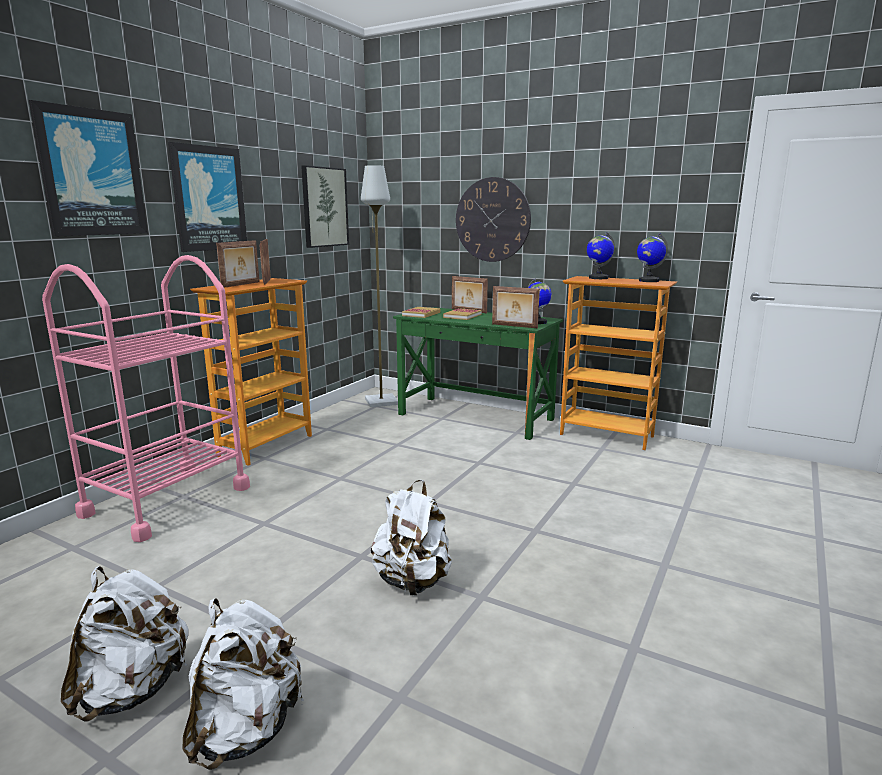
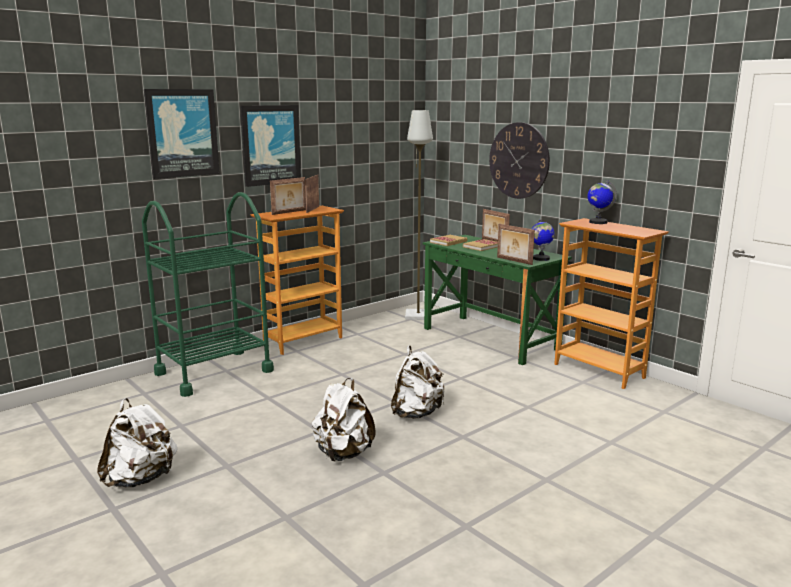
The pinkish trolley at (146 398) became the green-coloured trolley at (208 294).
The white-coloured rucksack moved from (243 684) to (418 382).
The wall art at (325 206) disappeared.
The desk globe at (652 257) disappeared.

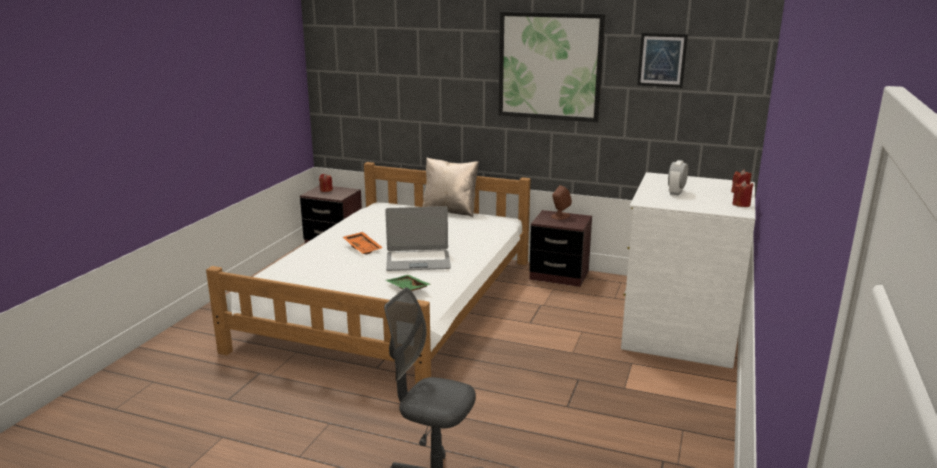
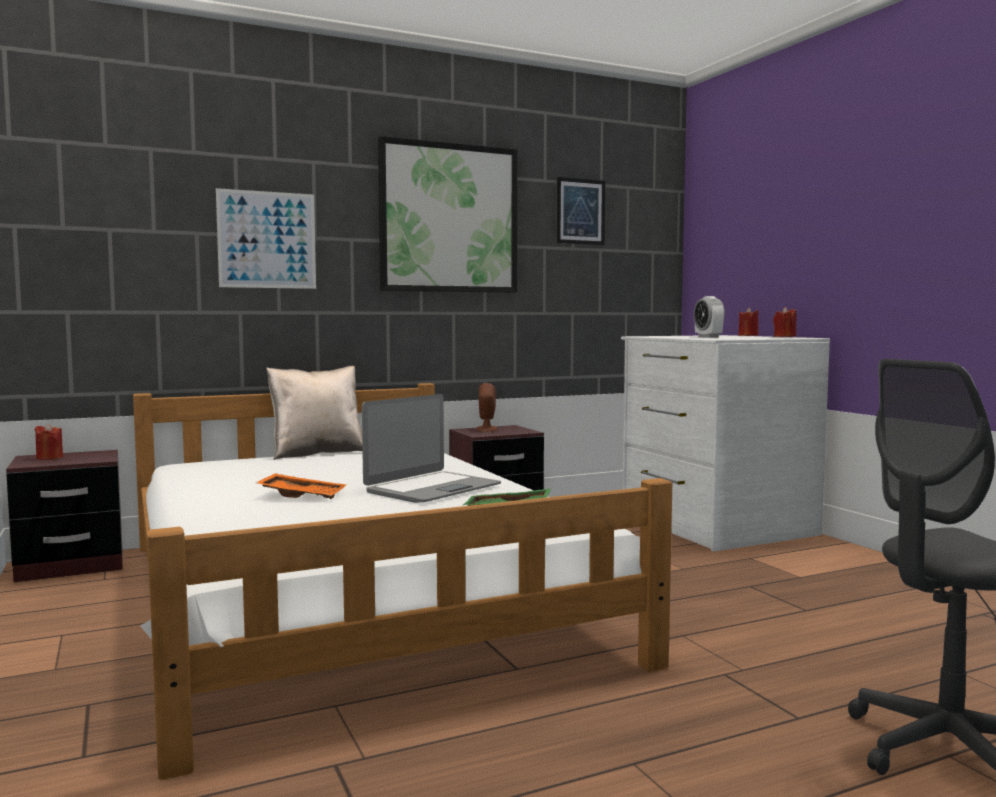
The wall art at (266 238) appeared.

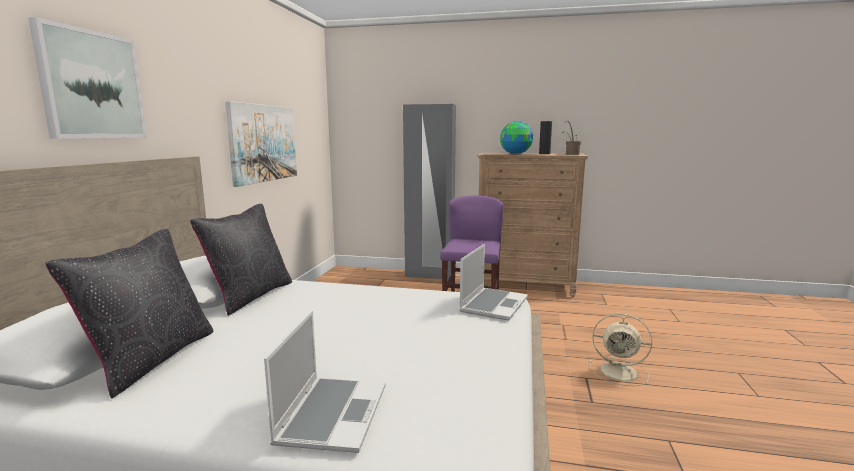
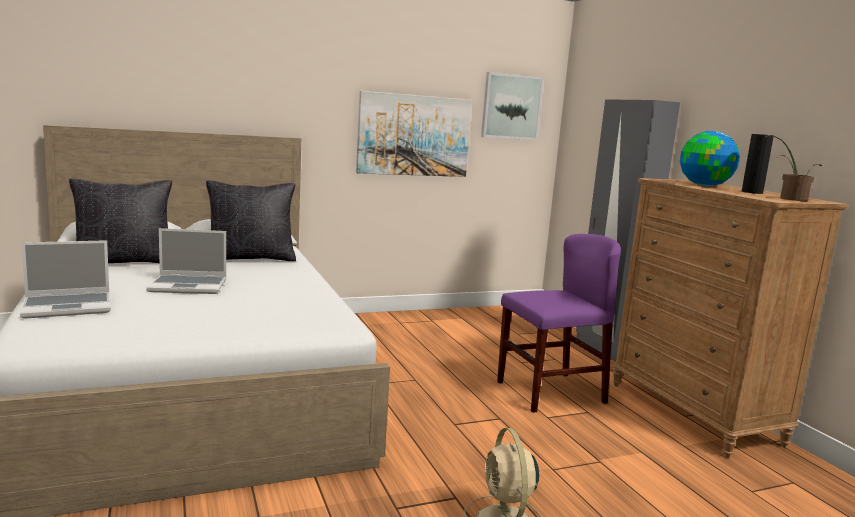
The wall art moved from (87 78) to (512 106).
The laptop moved from (493 282) to (186 261).

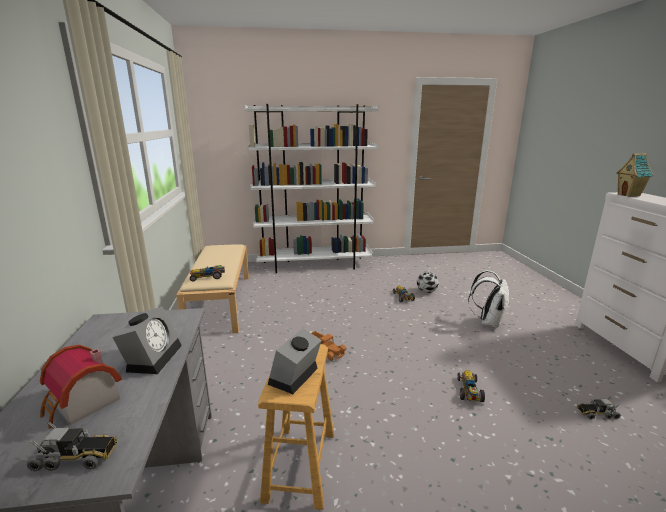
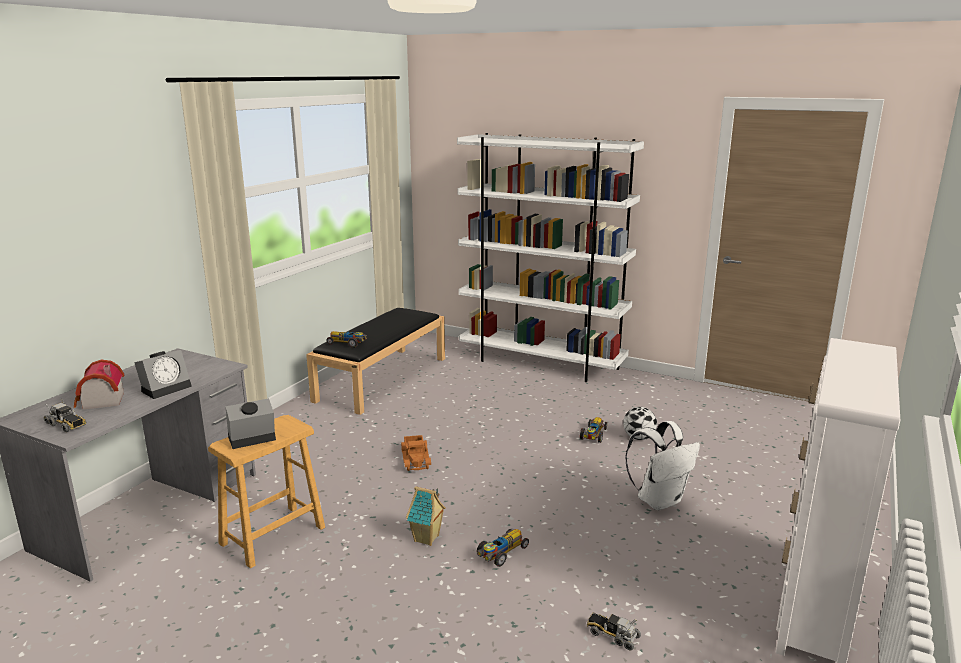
The beige bench at (212 288) became the black-coloured bench at (375 361).
The toy house moved from (635 175) to (426 516).

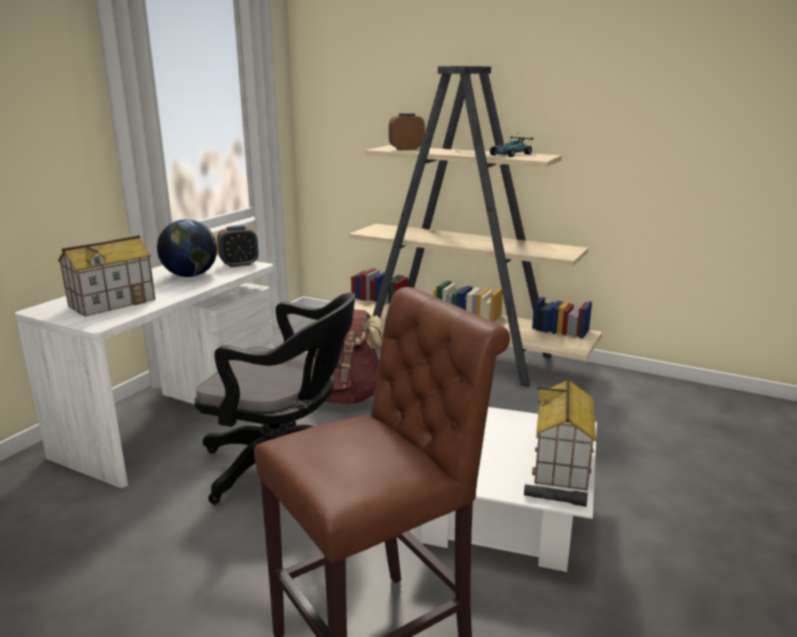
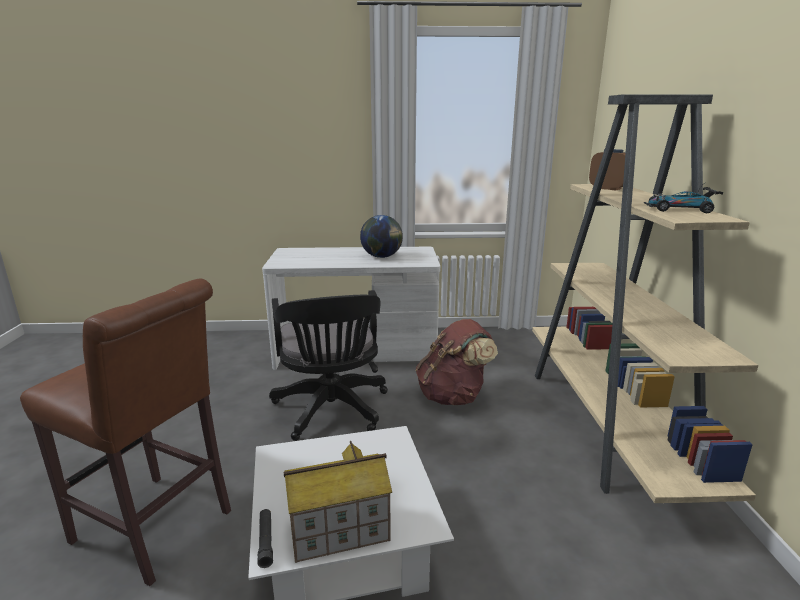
The toy house at (107 276) disappeared.
The alarm clock at (237 246) disappeared.

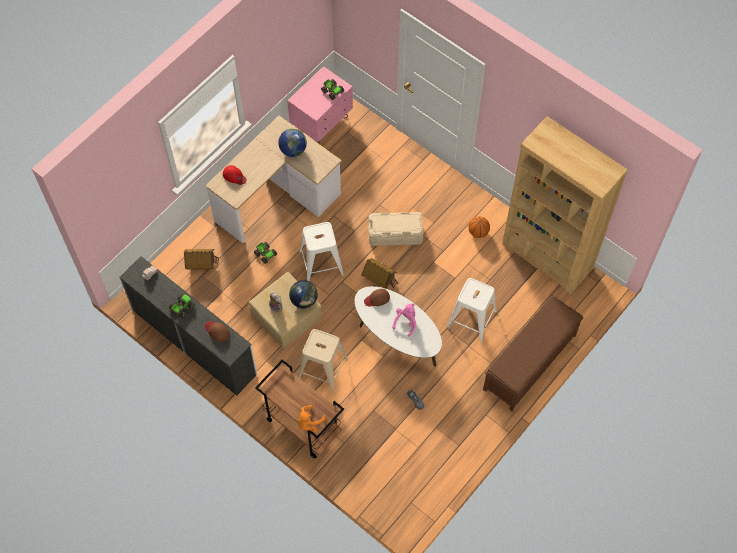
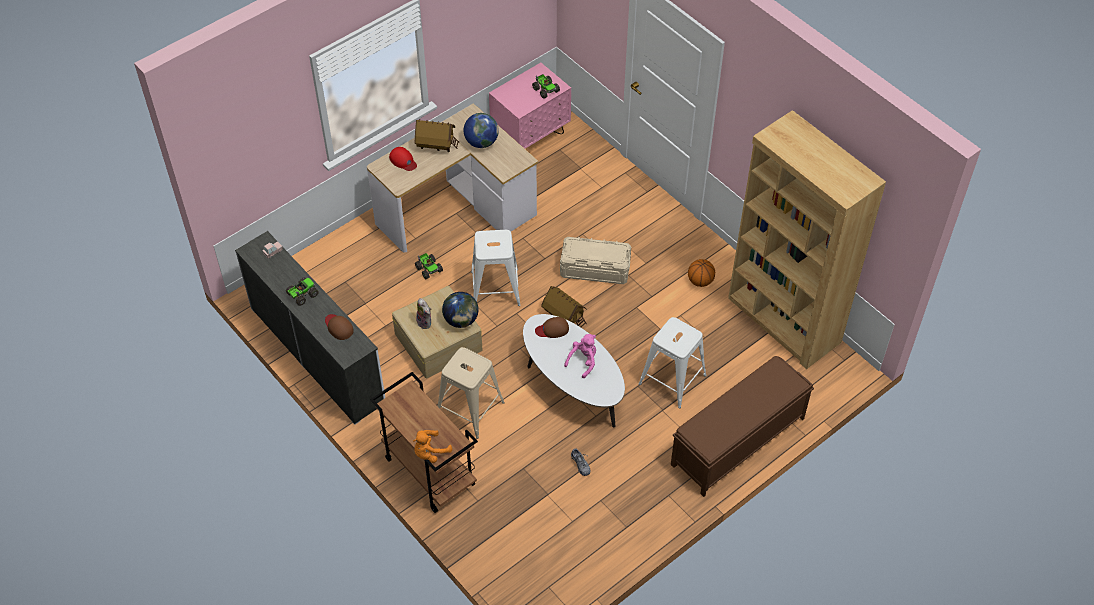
The toy house moved from (201 259) to (437 135).

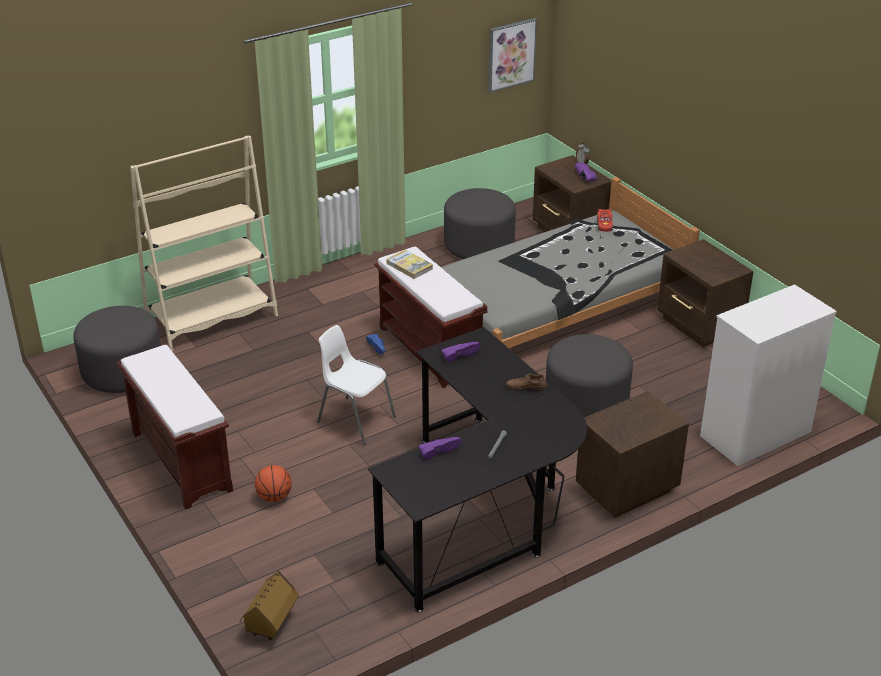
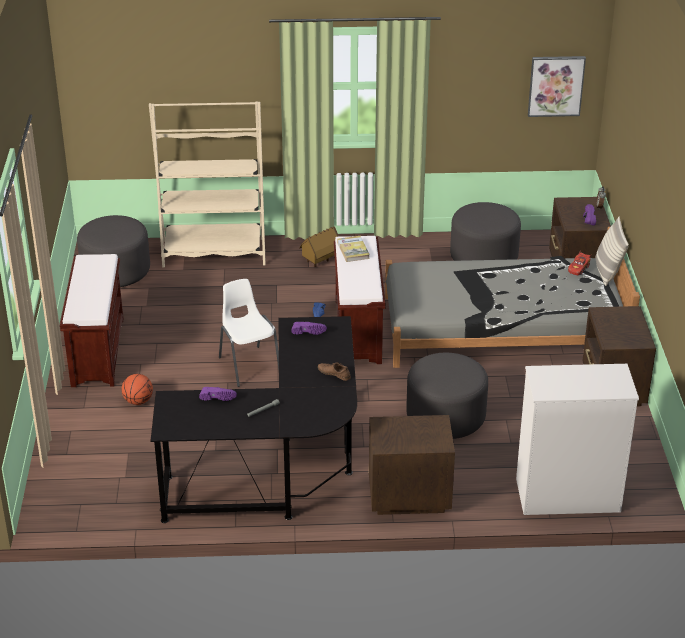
The toy house moved from (269 605) to (319 246).
The pillow at (612 251) appeared.

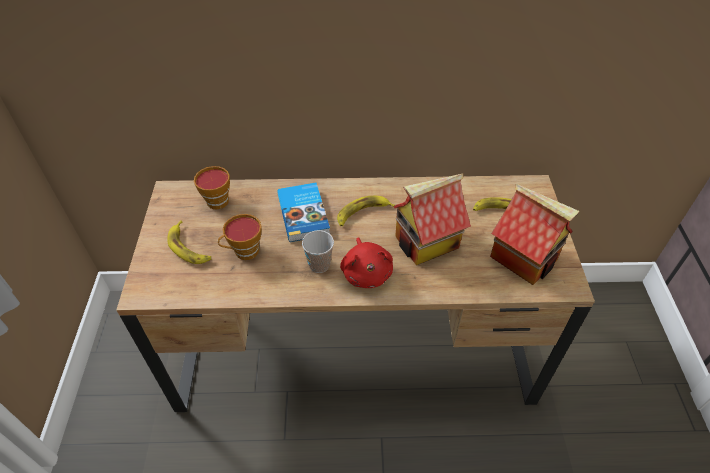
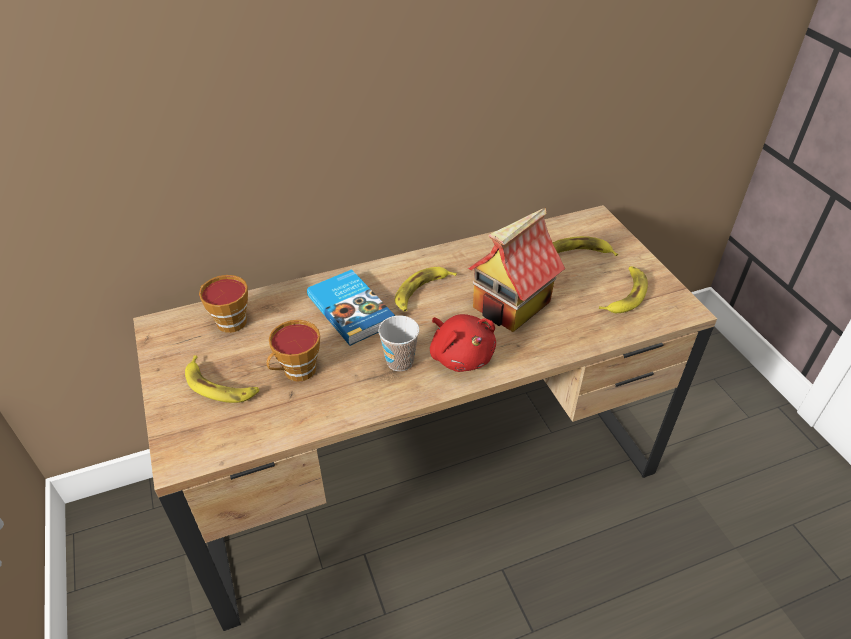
The toy house at (534 234) was replaced by the whole banana at (623 289).

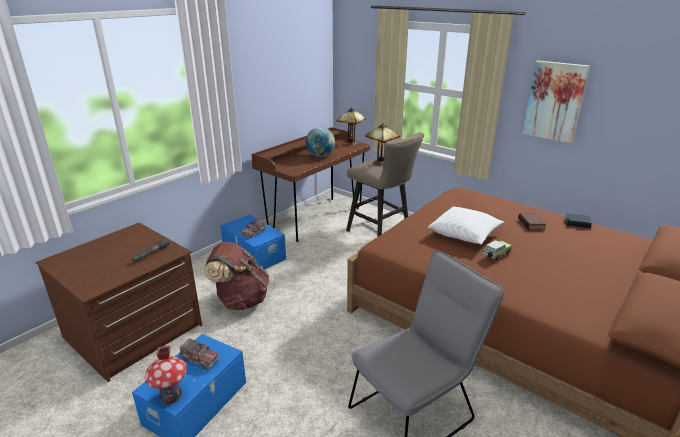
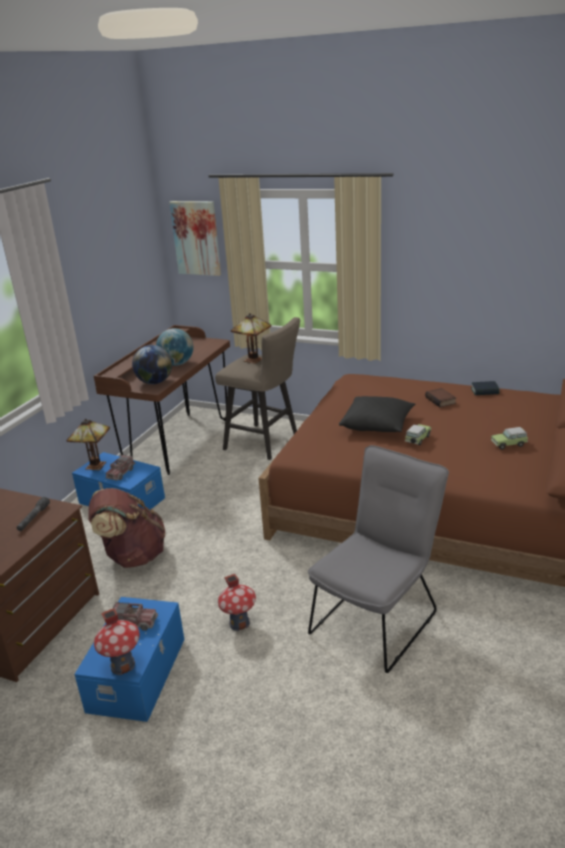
The lamp for a table moved from (351 127) to (88 444).
The white-coloured pillow at (466 225) became the black-coloured pillow at (377 414).
The wall art moved from (556 101) to (195 238).
The desk globe at (152 364) appeared.
The toy house at (237 602) appeared.
The model car at (509 438) appeared.

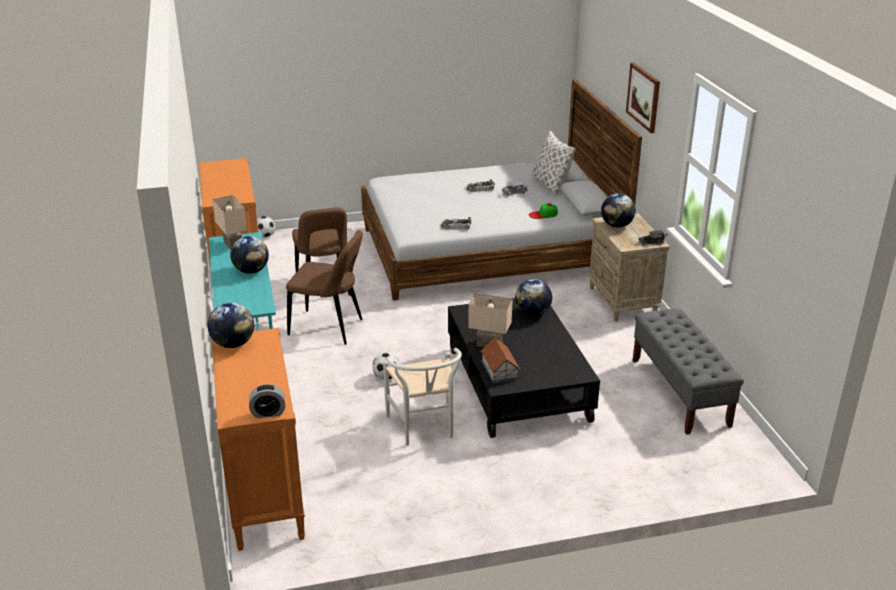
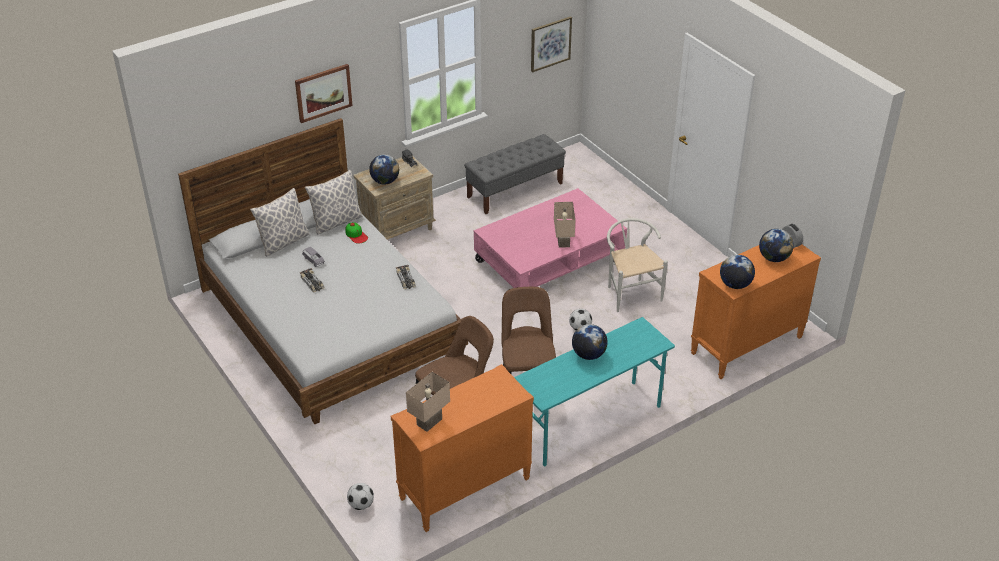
The beige lamp for a table moved from (229 222) to (428 402).
The white-coloured upright chair at (422 397) turned 75 degrees counterclockwise.
The black-coloured lounge table at (524 368) became the pinkish lounge table at (550 238).
The toy house at (500 360) disappeared.
The desk globe moved from (533 297) to (776 245).
The pillow at (334 202) appeared.
The wall art at (551 44) appeared.

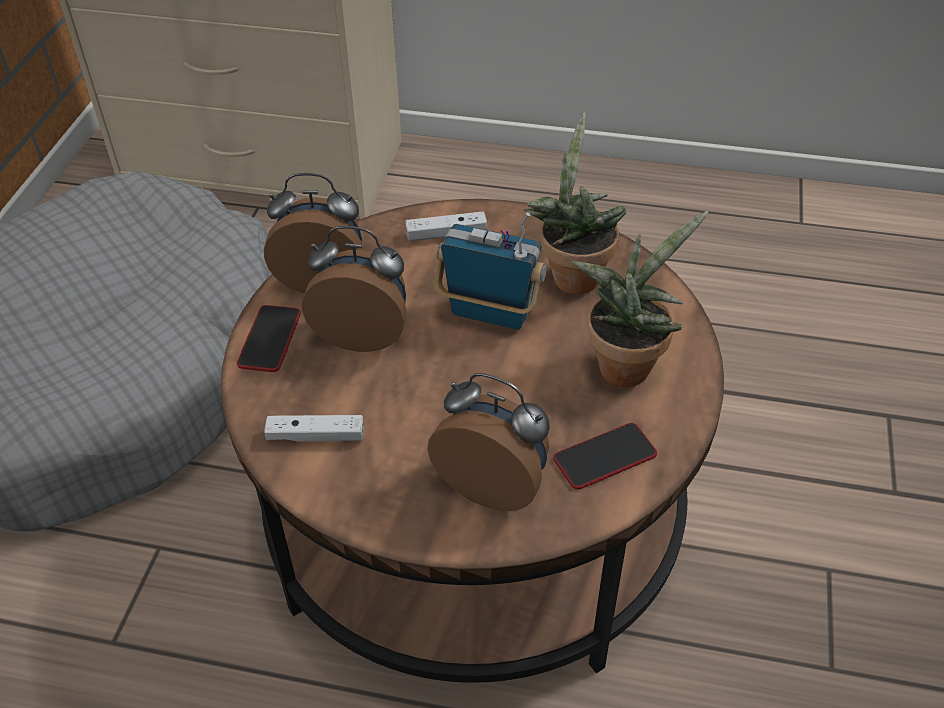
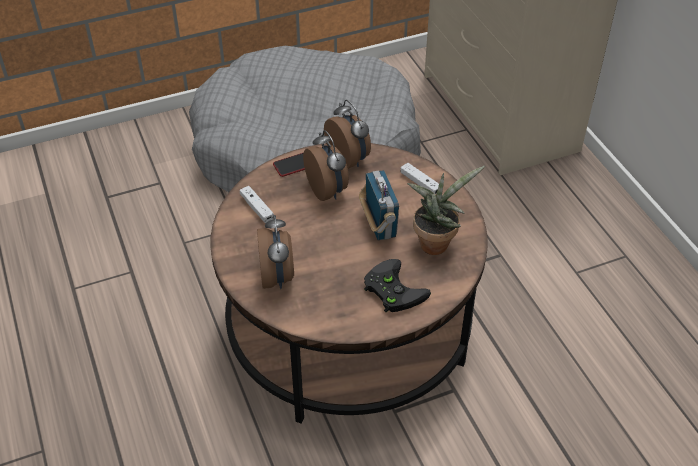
The telephone at (605 456) disappeared.
The potted plant at (640 299) was replaced by the black-coloured gamepad at (397 285).

